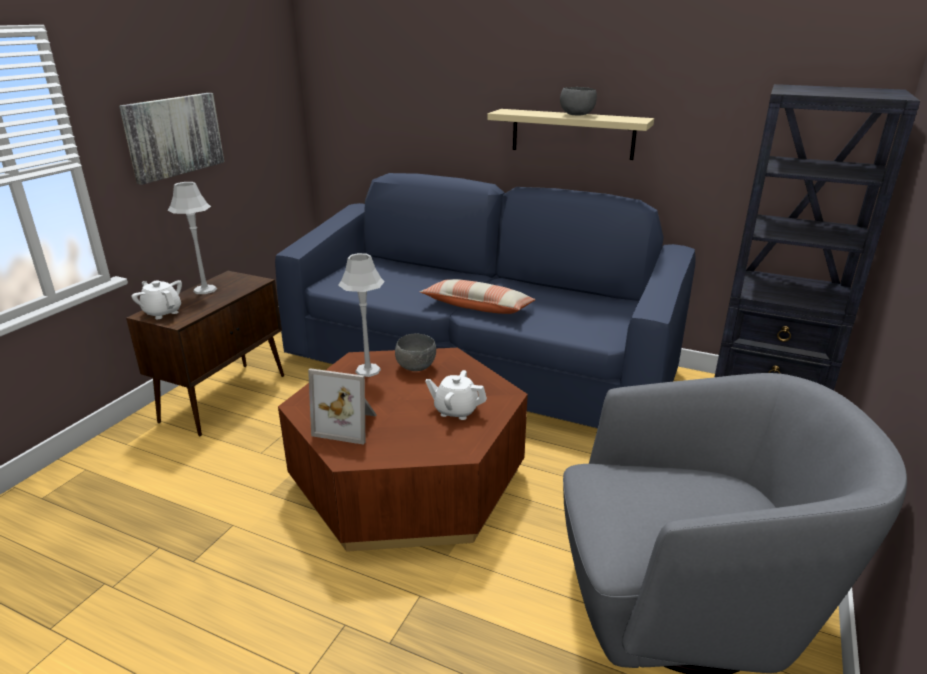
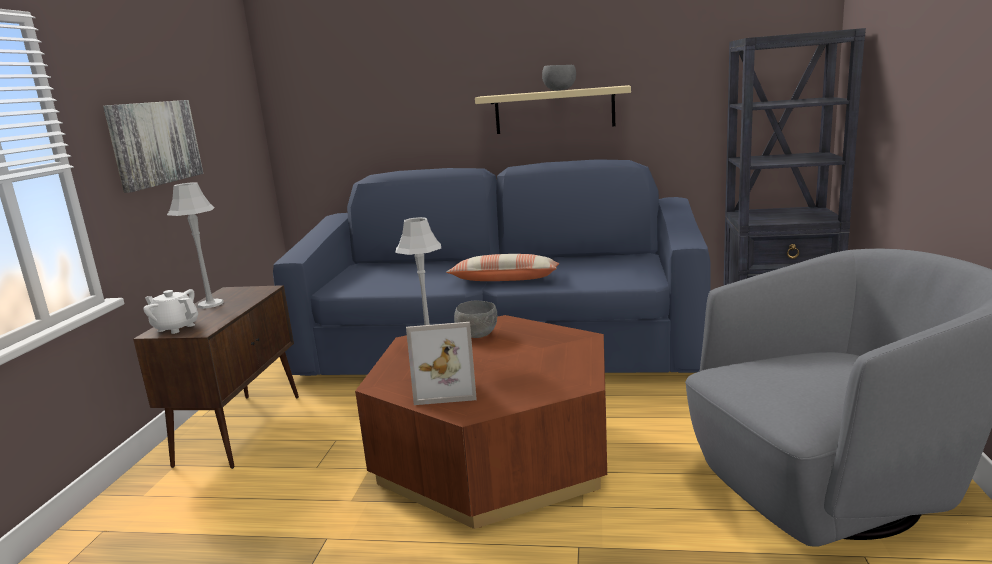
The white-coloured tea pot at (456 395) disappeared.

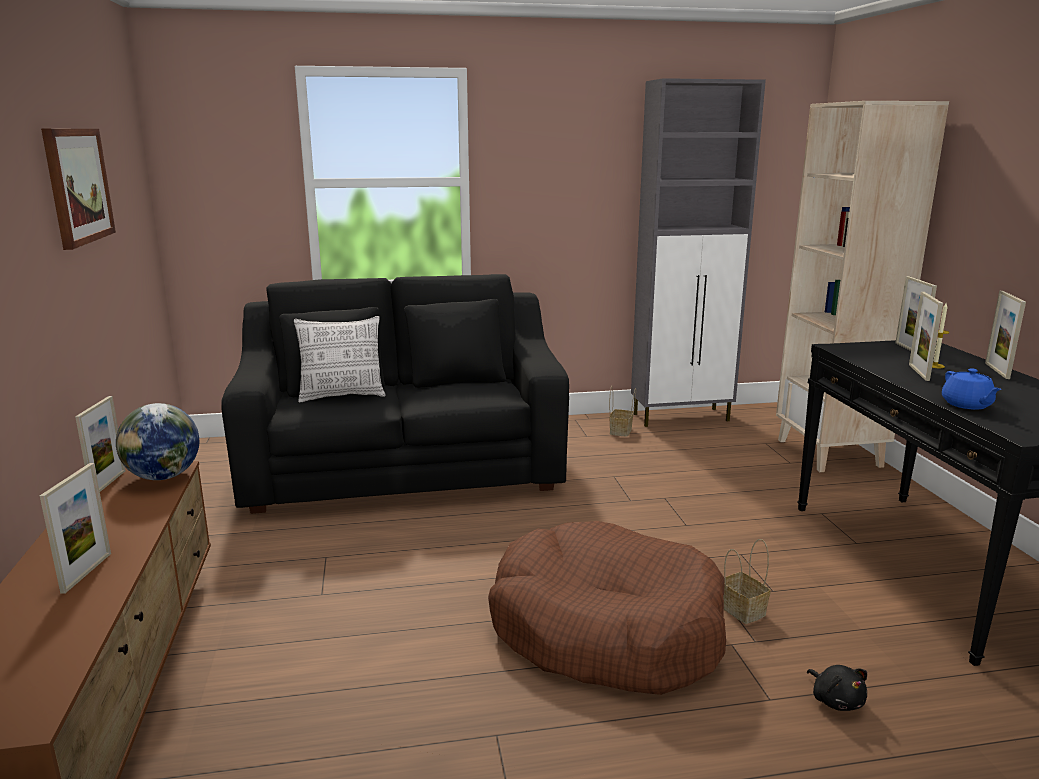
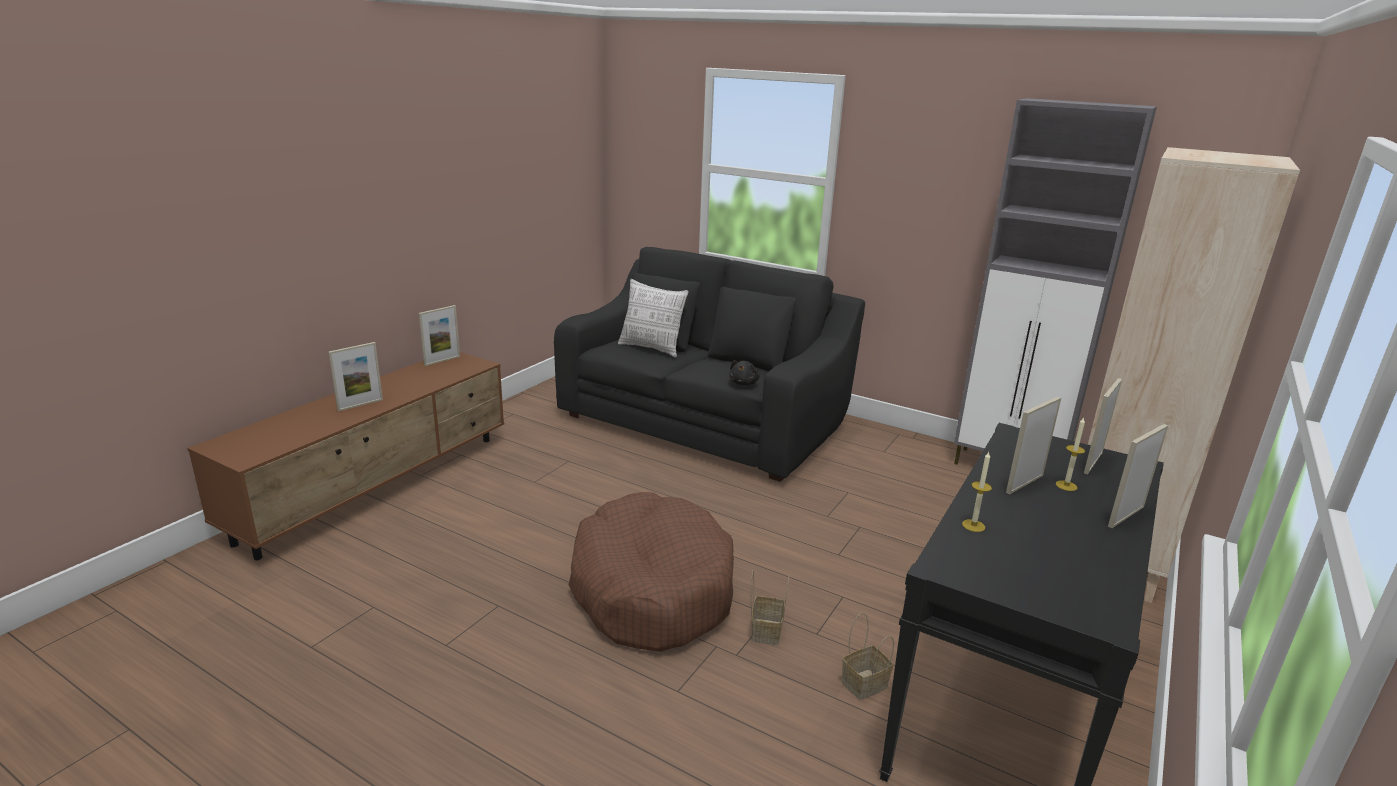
The wall art at (78 189) disappeared.
The desk globe at (157 441) disappeared.
The household basket moved from (623 411) to (868 656).
The black-coloured soft toy moved from (837 688) to (744 372).
The blue tea pot at (972 389) was replaced by the wax candle at (977 492).

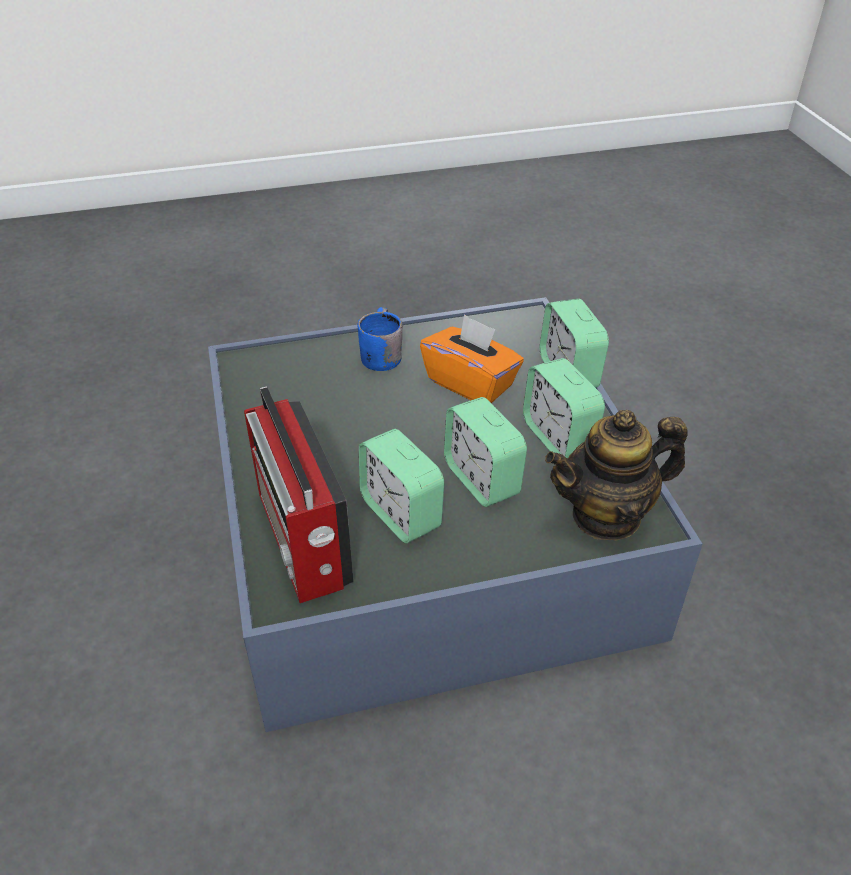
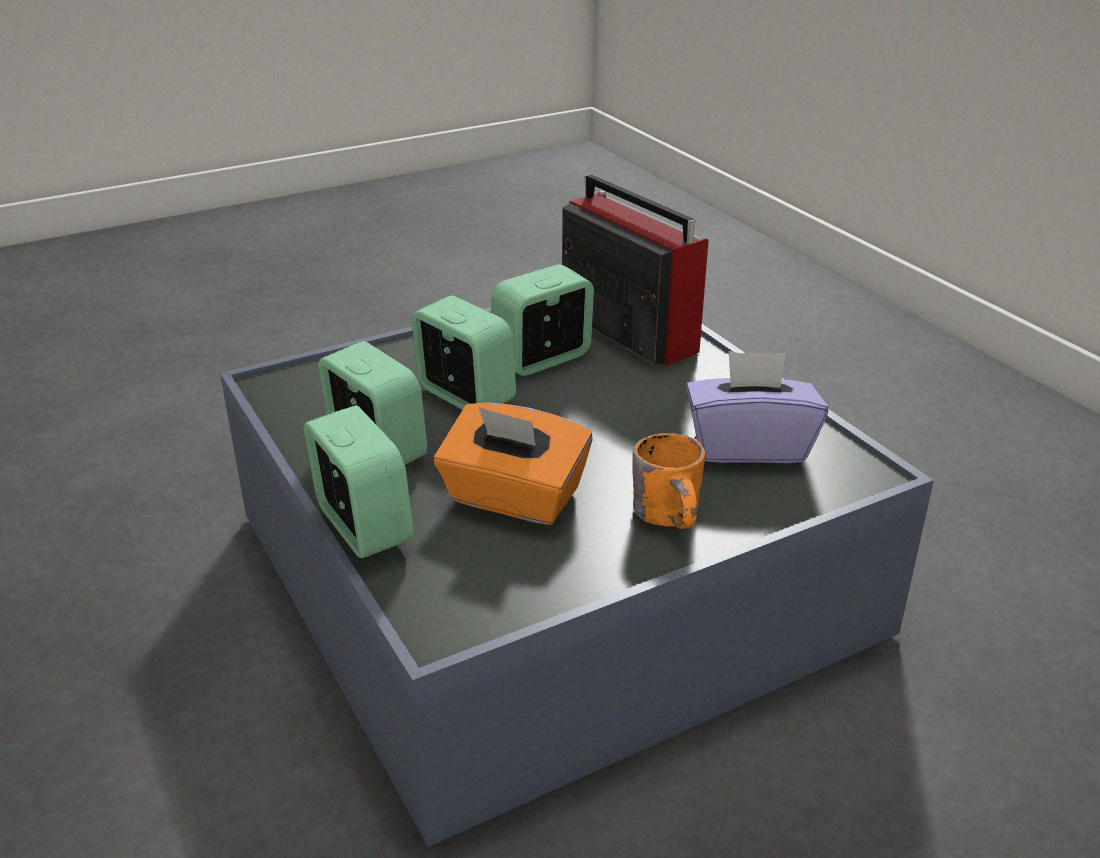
The blue coffee mug at (380 339) became the orange coffee mug at (668 481).
The alarm clock at (401 486) turned 75 degrees counterclockwise.
The tea pot at (616 475) disappeared.
The purple-coloured box of tissues at (757 407) appeared.

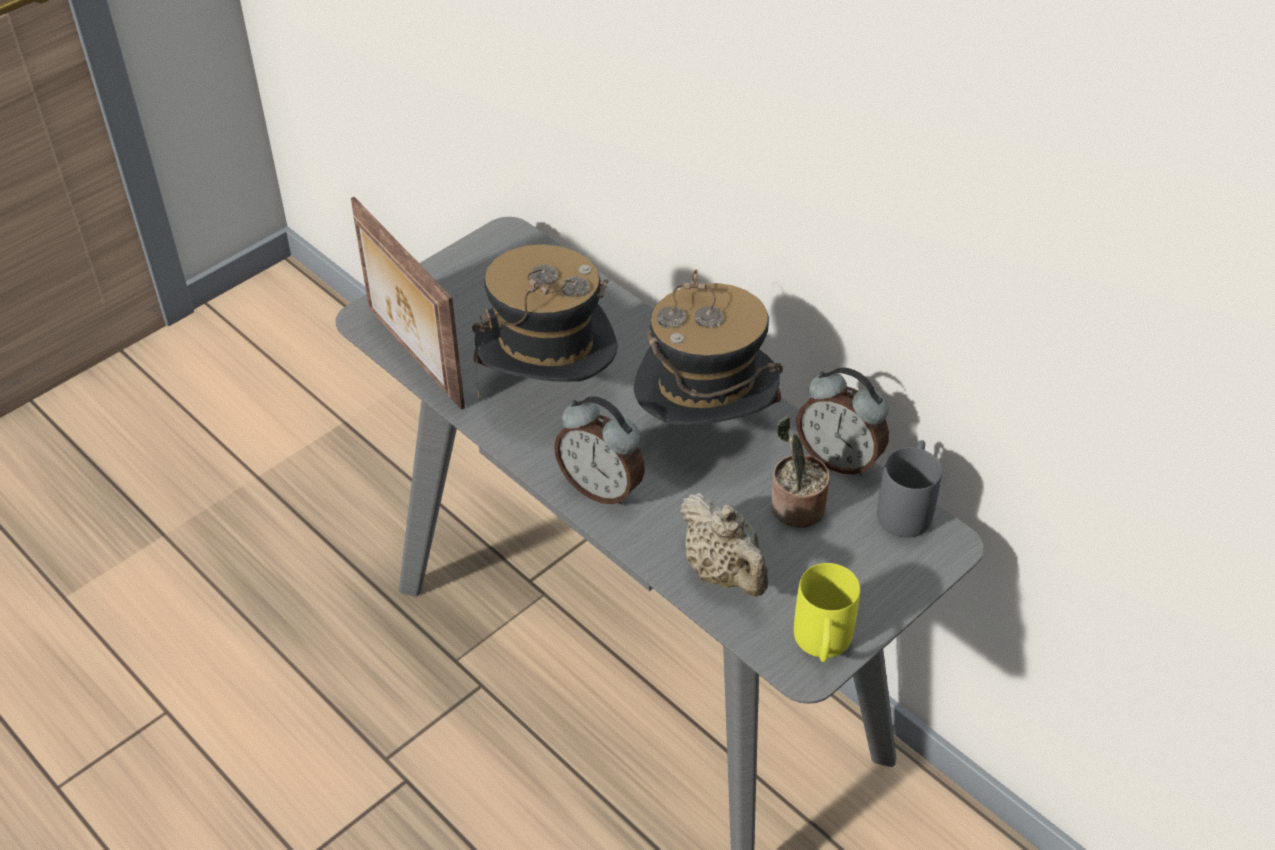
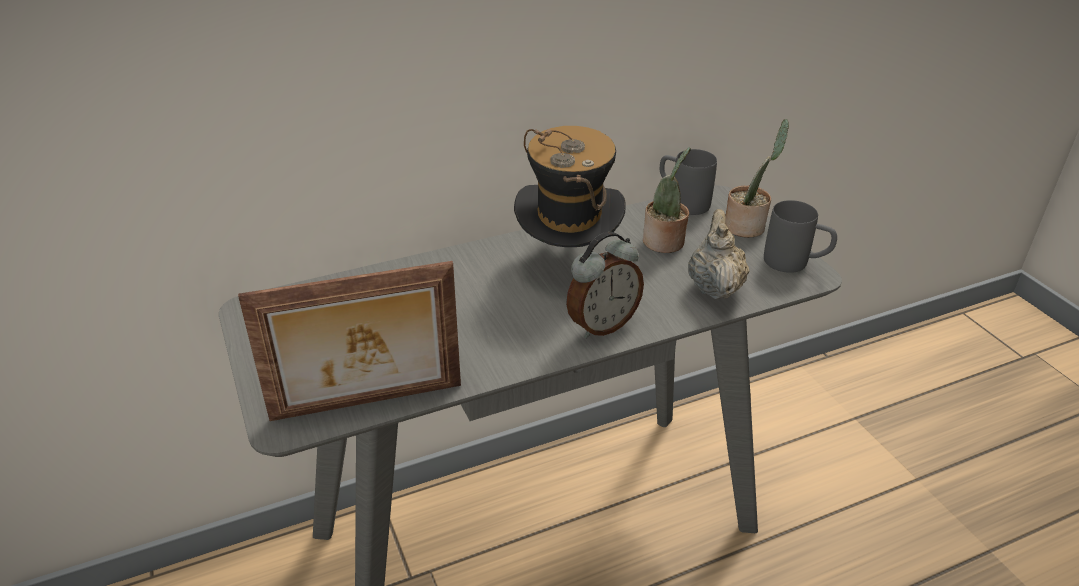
The clothing hat at (545 322) disappeared.
The beige tea pot at (724 545) turned 75 degrees counterclockwise.
The yellow-coloured coffee mug at (827 612) became the gray coffee mug at (800 236).
The alarm clock at (843 421) disappeared.
The potted plant at (757 178) appeared.

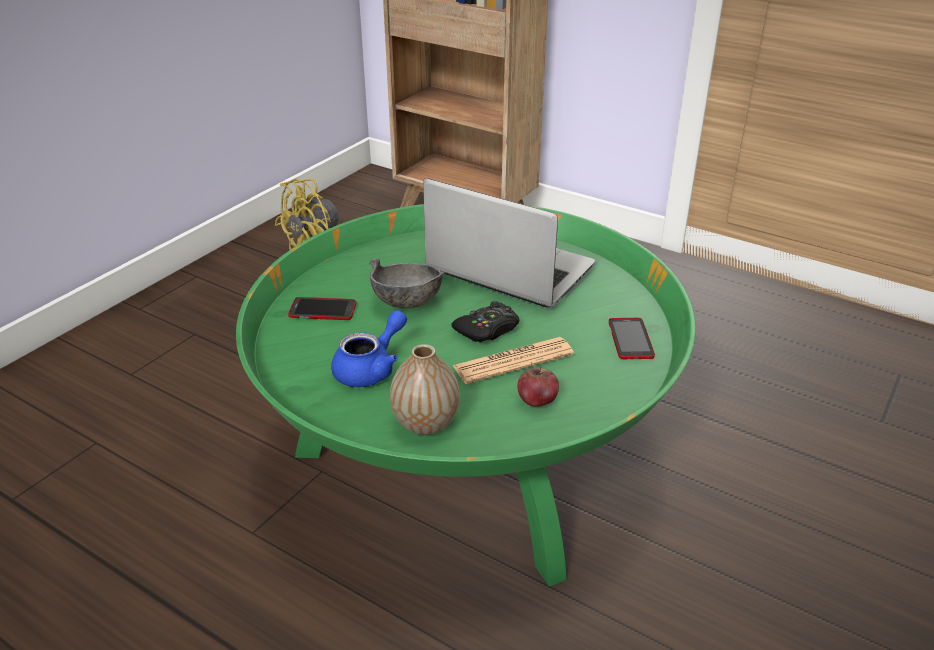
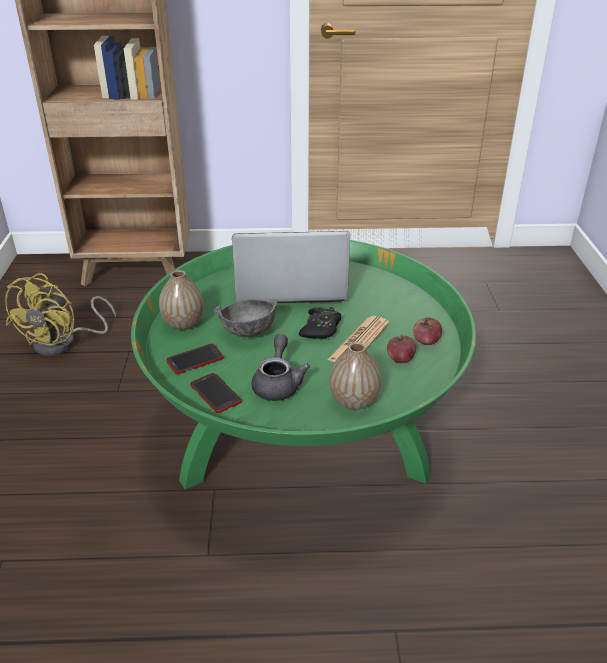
The blue tea pot at (369 348) became the gray tea pot at (280 367).
The telephone moved from (632 338) to (216 393).
The flower vase at (181 300) appeared.
The whole apple at (427 331) appeared.

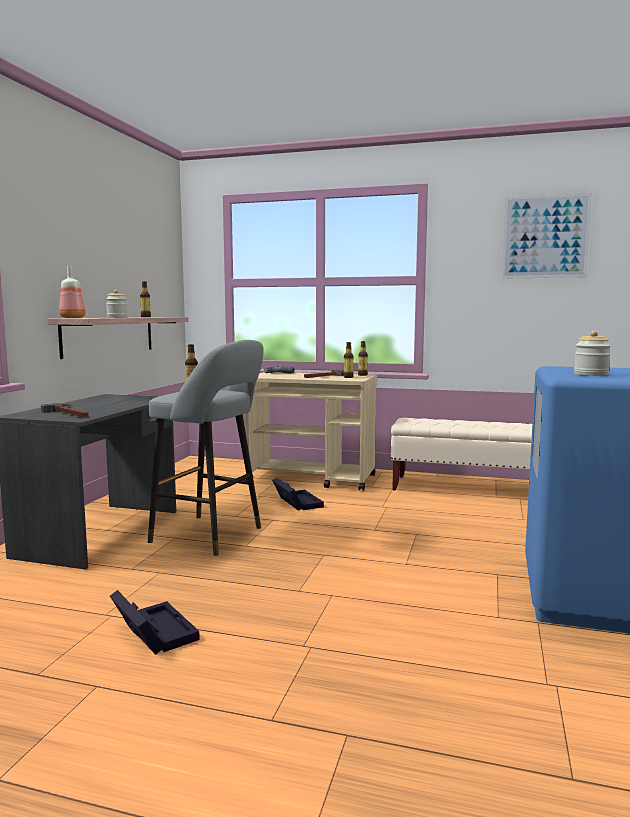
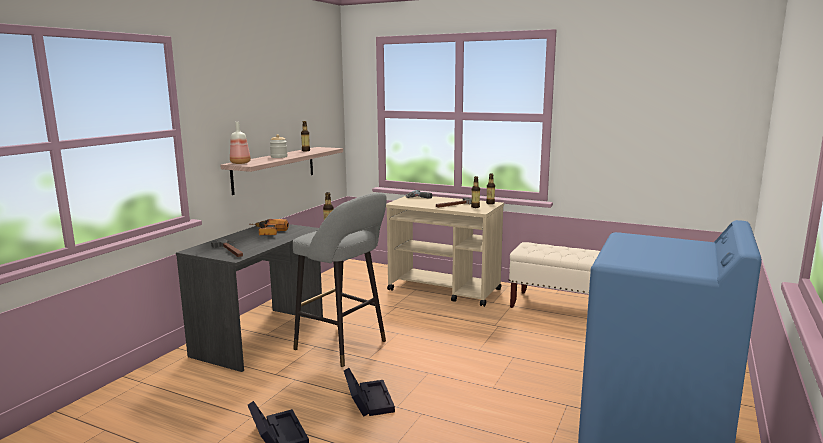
The black-coloured storage container moved from (298 494) to (369 392).
The wall art at (547 236) disappeared.
The jar at (592 353) disappeared.
The drill at (269 227) appeared.

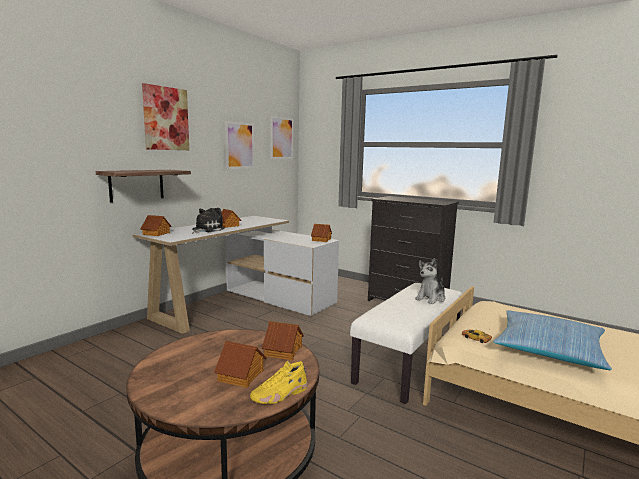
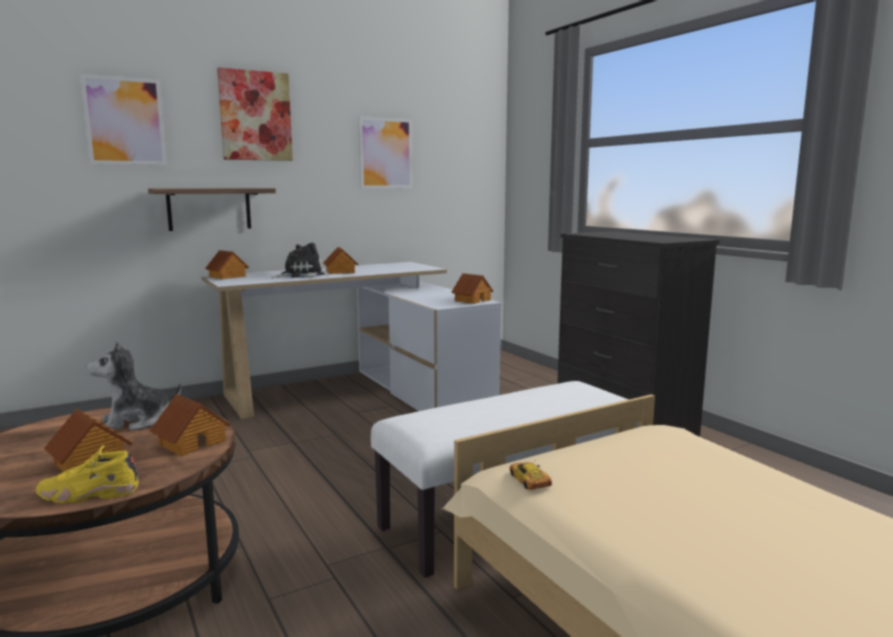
The wall art moved from (282 137) to (123 119).
The soft toy moved from (430 281) to (134 386).
The pillow at (552 340) disappeared.

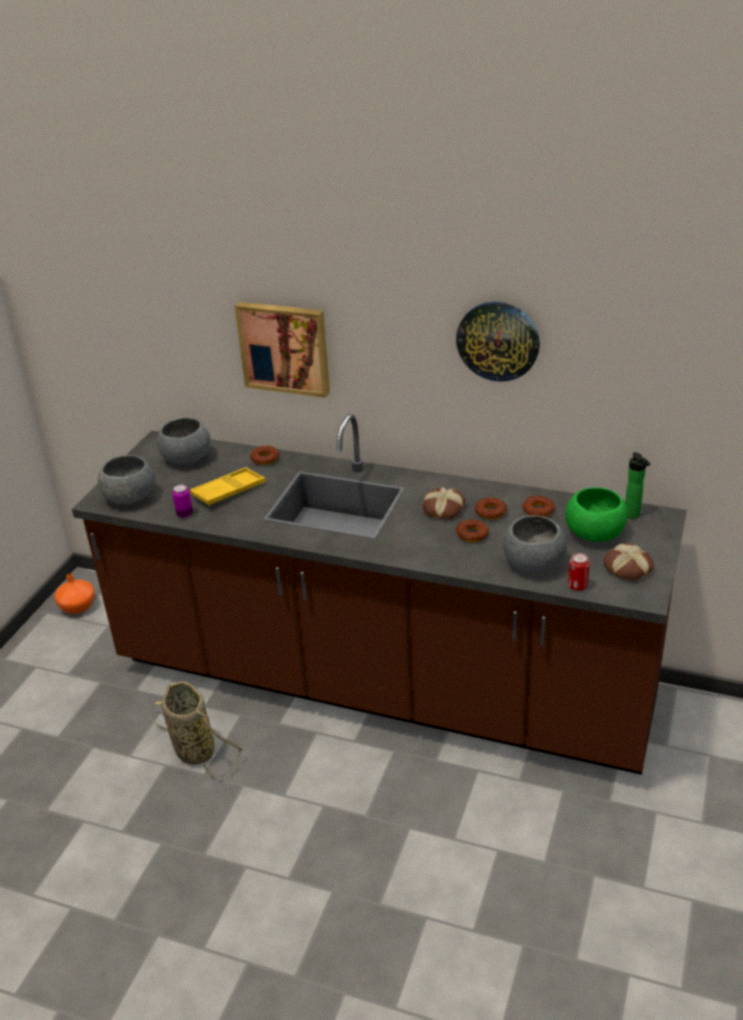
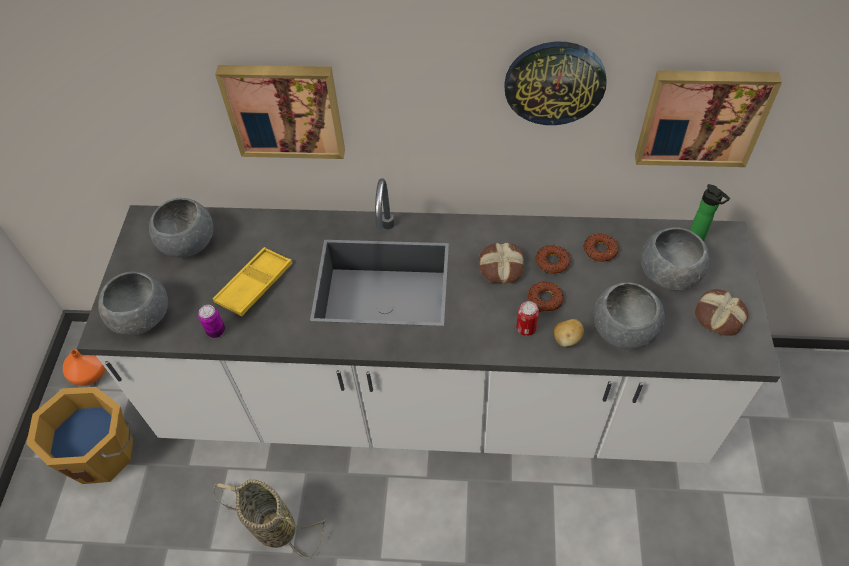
The brown-coloured counter at (379 594) became the white-coloured counter at (429 320).
The doughnut at (264 455) disappeared.
The green-coloured bowl at (596 514) became the gray bowl at (675 258).
The metal can moved from (579 572) to (527 318).
The orange water bucket at (79 435) appeared.
The potato at (569 333) appeared.
The wall art at (708 118) appeared.

